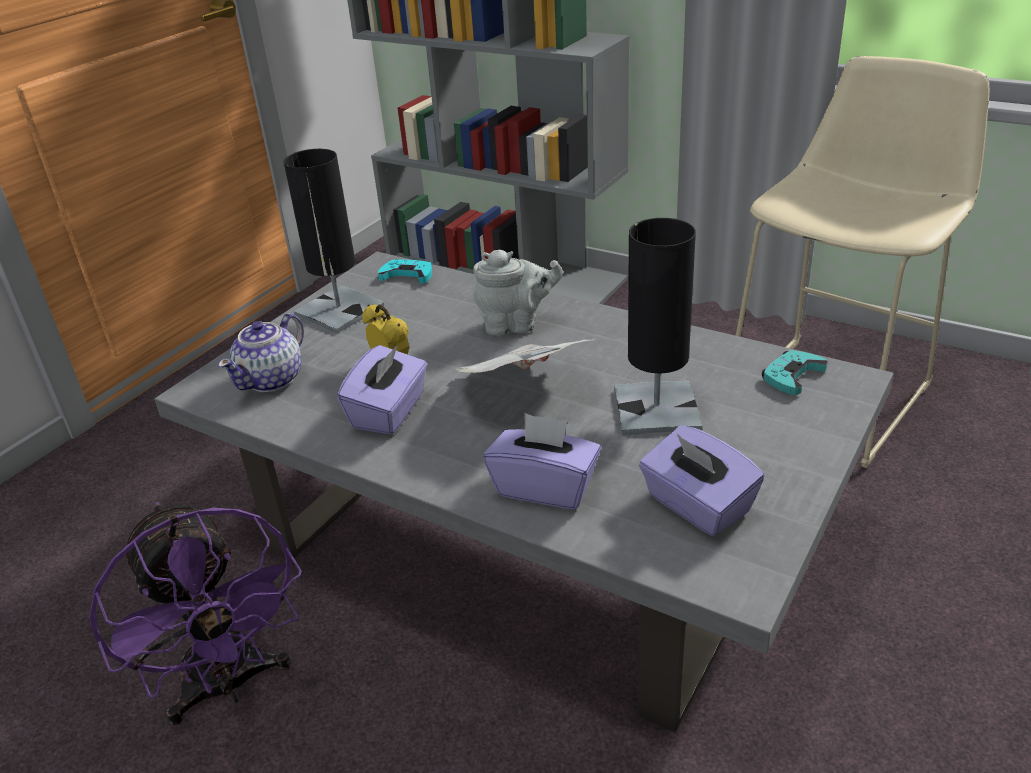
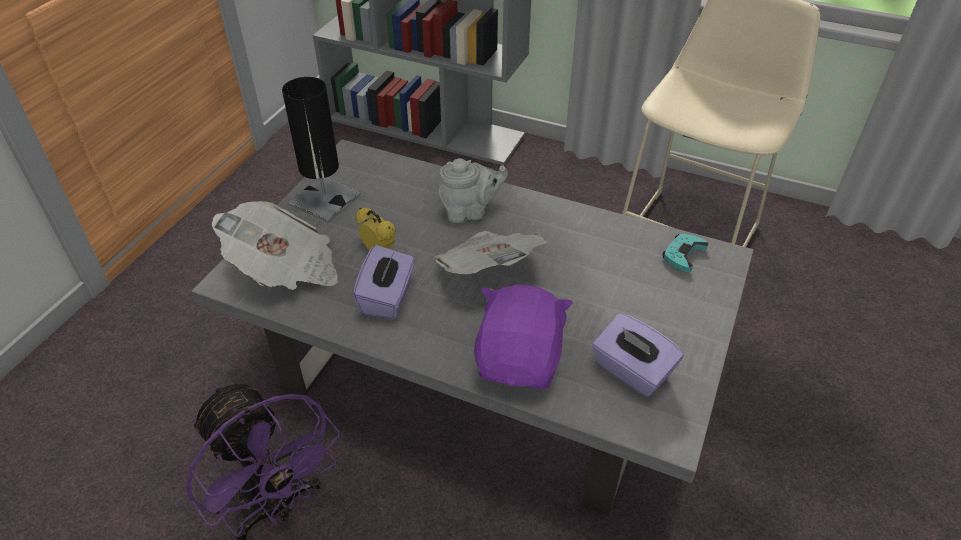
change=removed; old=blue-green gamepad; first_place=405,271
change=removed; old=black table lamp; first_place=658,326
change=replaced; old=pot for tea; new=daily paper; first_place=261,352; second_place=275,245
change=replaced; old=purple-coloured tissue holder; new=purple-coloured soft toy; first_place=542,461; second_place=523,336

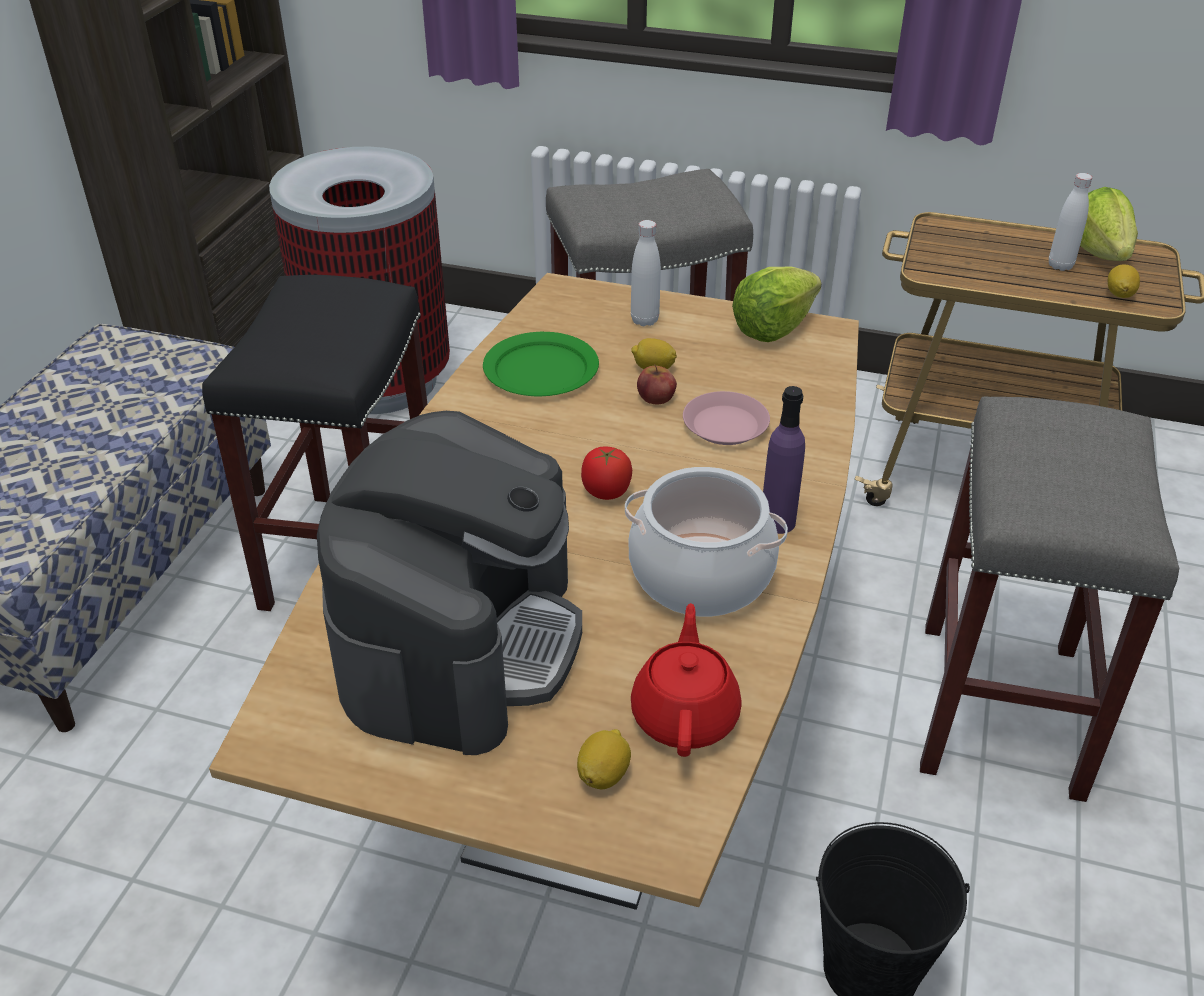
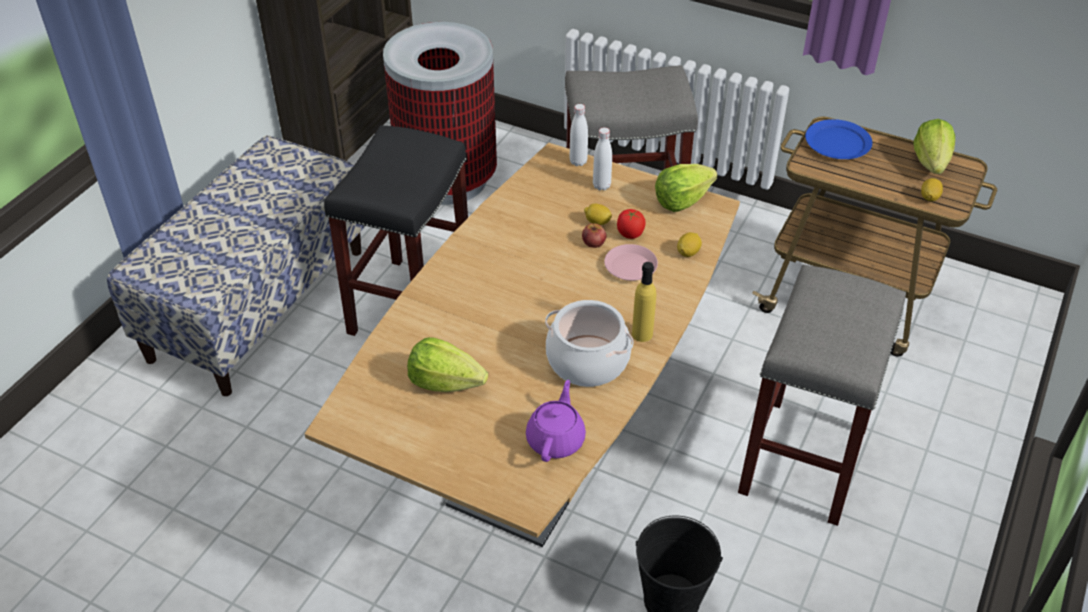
change=removed; old=green flat dish; first_place=541,364
change=added; new=blue-coloured flat dish; second_place=838,139
change=moved; old=lemon; first_place=604,759; second_place=689,244
change=moved; old=tomato; first_place=606,473; second_place=631,224
change=moved; old=white-coloured drink bottle; first_place=1070,222; second_place=579,135
change=replaced; old=coffee brewer; new=lettuce; first_place=449,583; second_place=447,364
change=recoloured; old=red pot for tea; new=purple-coloured pot for tea; first_place=686,680; second_place=556,421
change=recoloured; old=purple-coloured drink bottle; new=yellow-coloured drink bottle; first_place=784,460; second_place=644,302

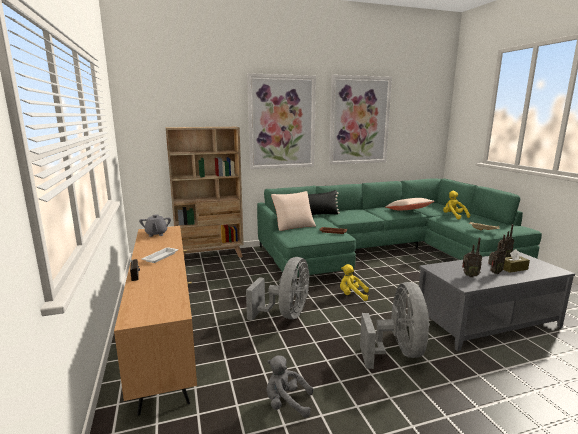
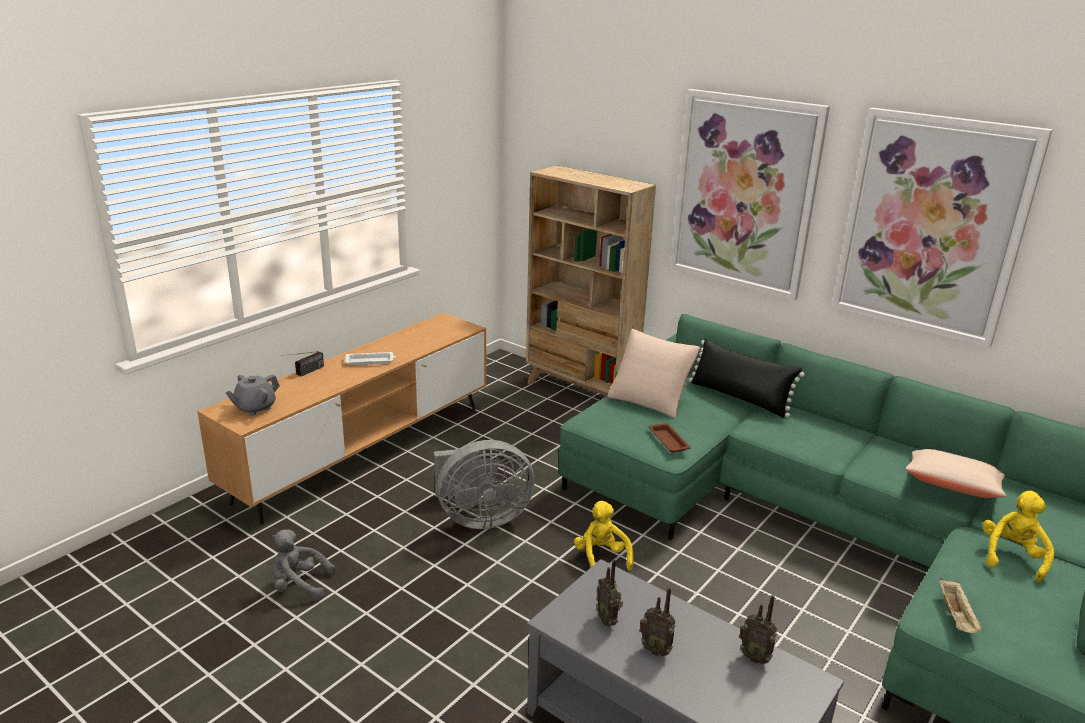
change=removed; old=greyish fan; first_place=395,325
change=removed; old=brown tissue holder; first_place=516,261
change=moved; old=greyish pot for tea; first_place=155,226; second_place=252,395
change=turned; old=greyish soft toy; first_place=289,386; second_place=303,564; degrees=-60

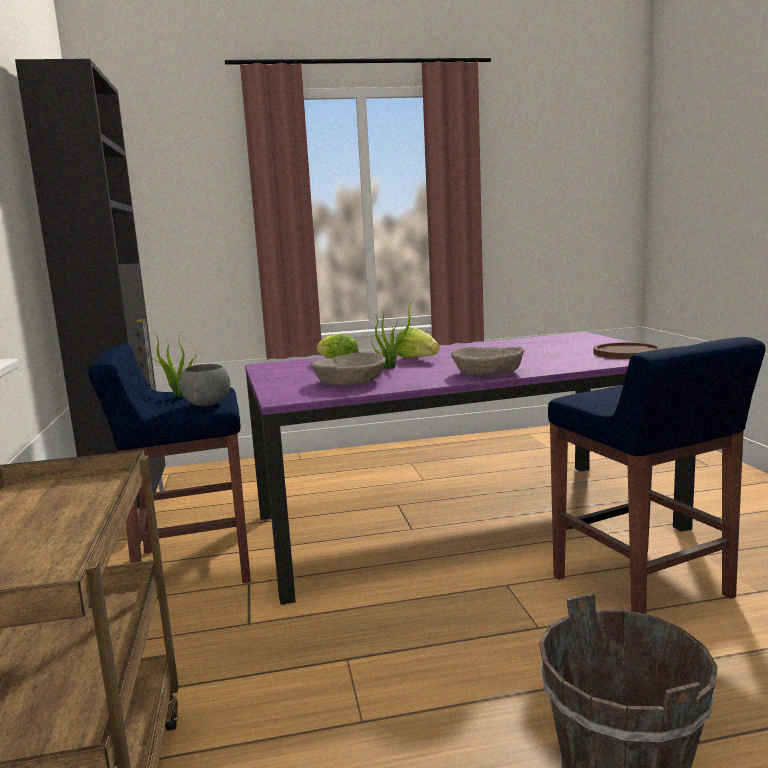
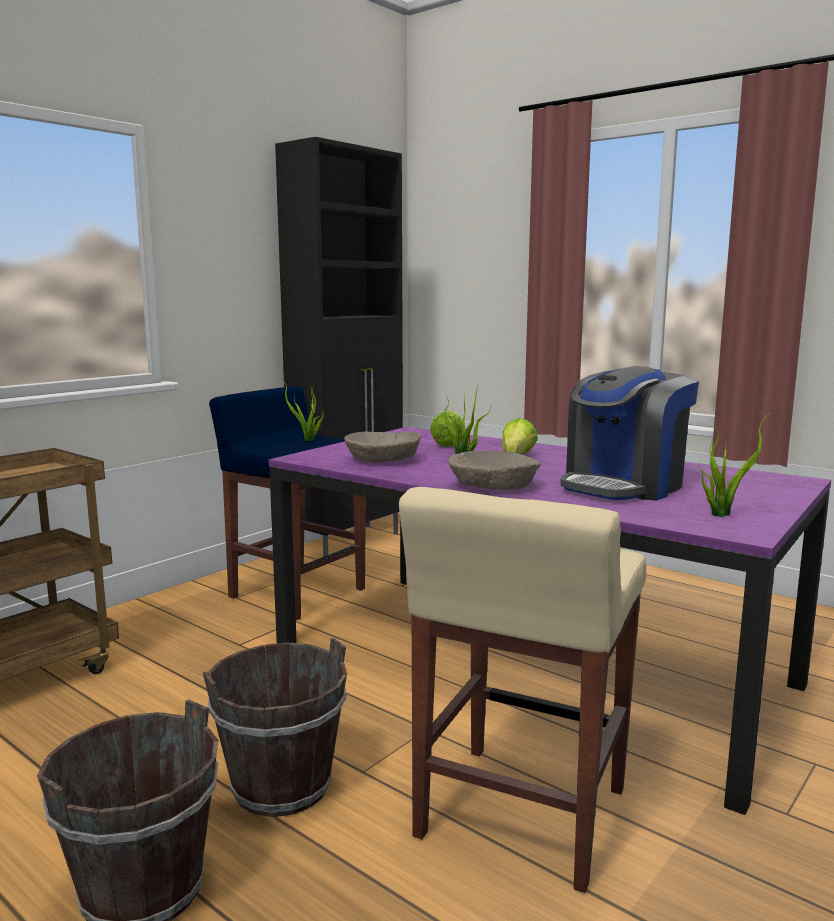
change=removed; old=greyish serving bowl; first_place=204,385
change=added; new=brown water bucket; second_place=275,727
change=added; new=coffee brewer; second_place=629,433
change=replaced; old=brown flat dish; new=potted plant; first_place=627,350; second_place=735,464
change=recoloured; old=blue-coloured sitting stool; new=beige-coloured sitting stool; first_place=657,475; second_place=522,690

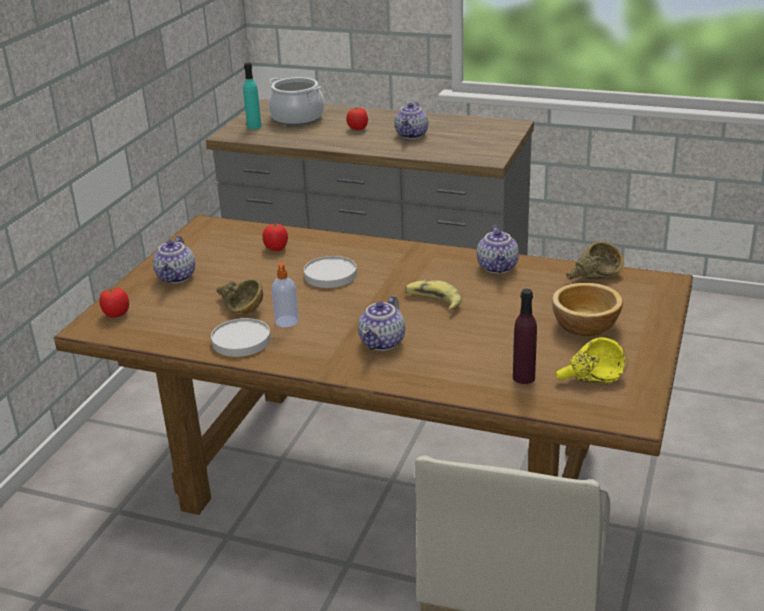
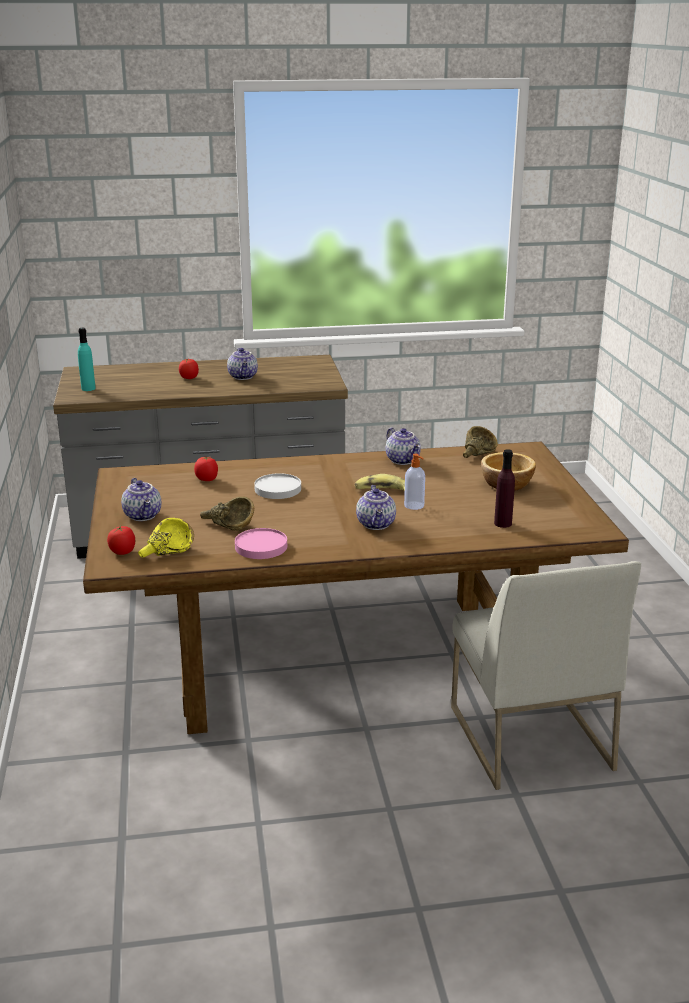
change=removed; old=cooking pot; first_place=296,101
change=moved; old=soap bottle; first_place=285,294; second_place=414,481
change=moved; old=yellow-coloured serving bowl; first_place=591,360; second_place=166,538
change=recoloured; old=white-coloured flat dish; new=pinkish flat dish; first_place=241,337; second_place=261,543

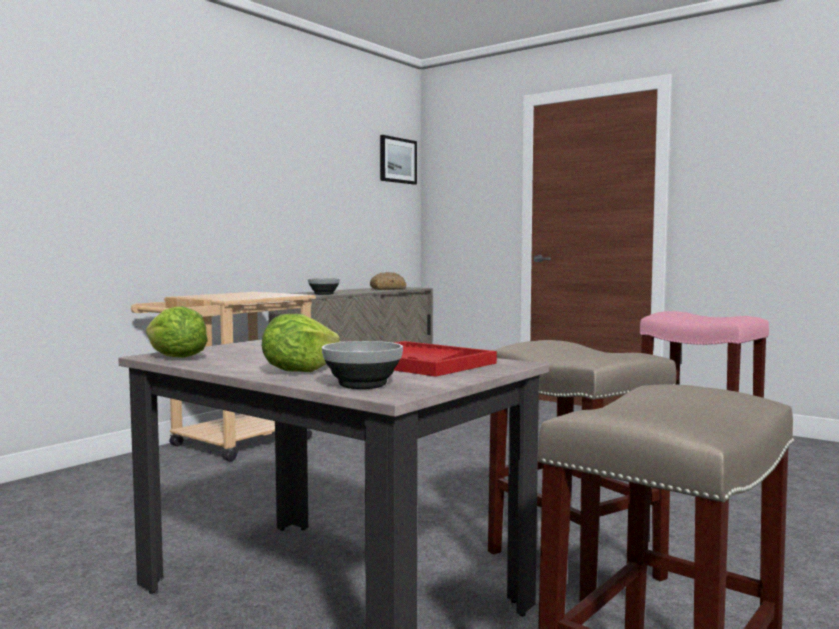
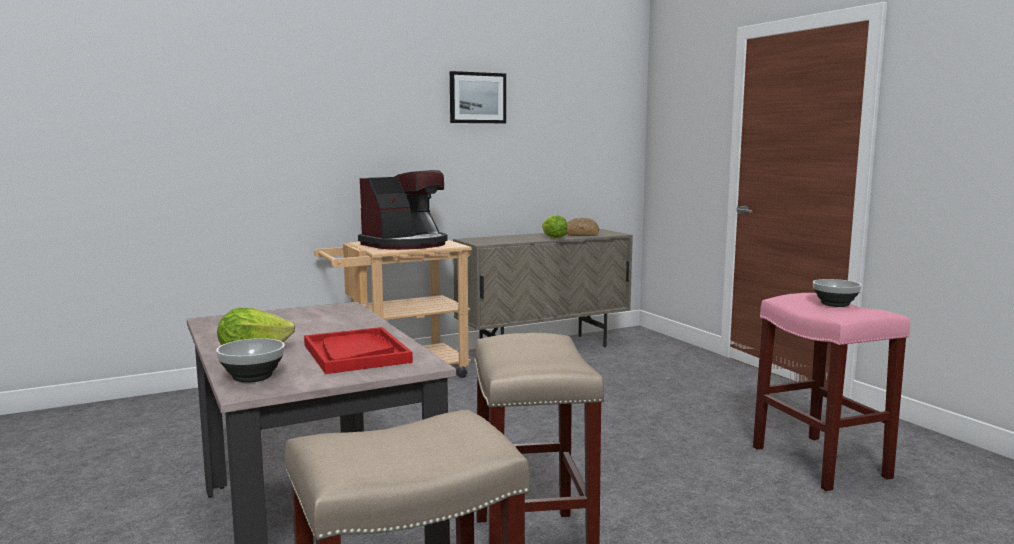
change=added; new=coffee brewer; second_place=402,210
change=moved; old=lettuce; first_place=177,332; second_place=554,226
change=moved; old=serving bowl; first_place=324,286; second_place=837,293
change=moved; old=wall art; first_place=398,159; second_place=478,97

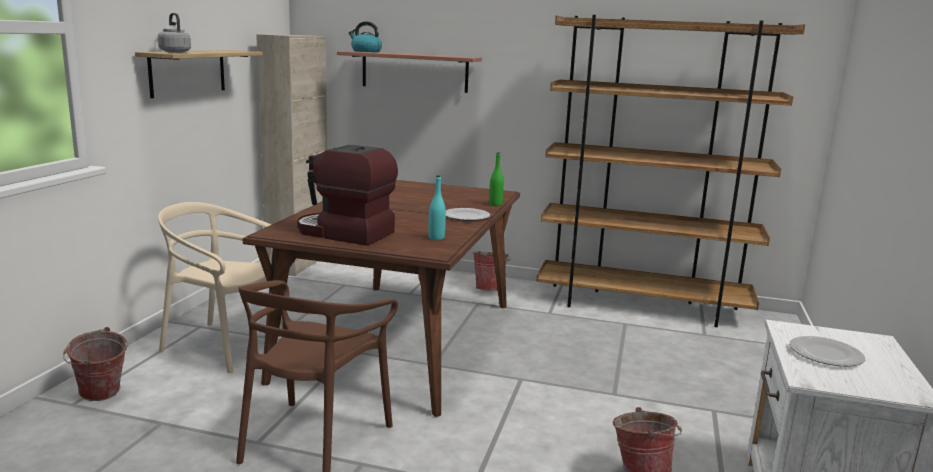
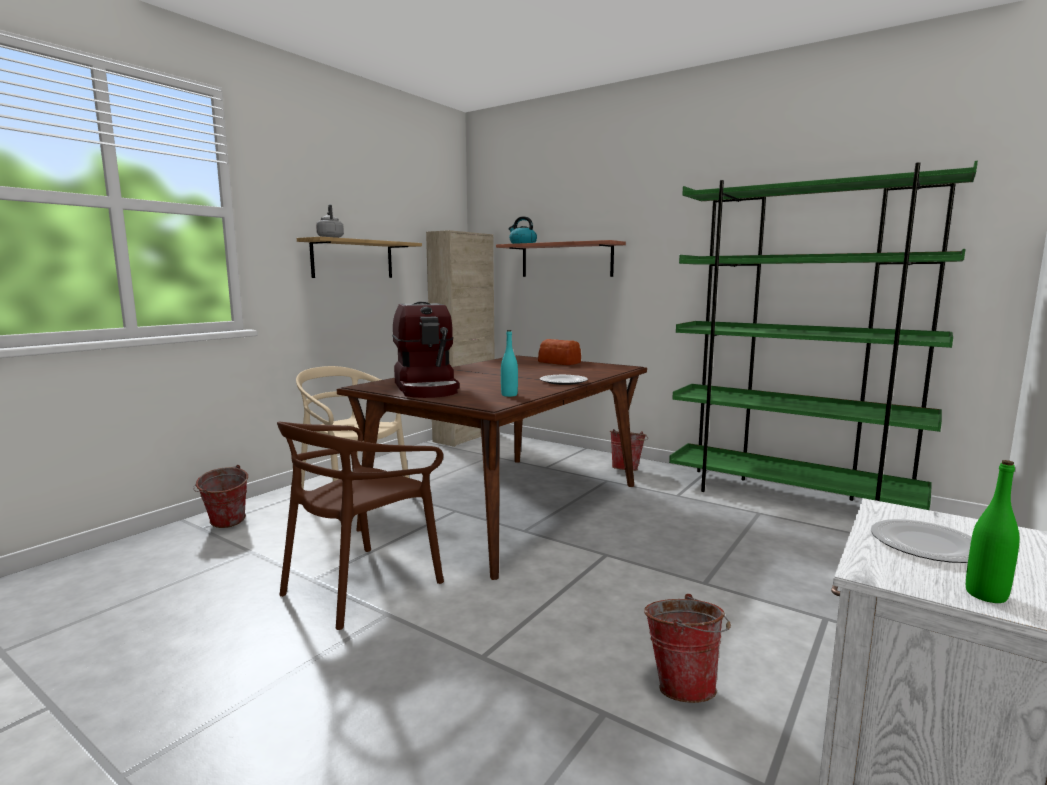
change=added; new=baked bread; second_place=559,352
change=moved; old=green drink bottle; first_place=496,179; second_place=993,531
change=recoloured; old=brown bookshelf; new=green bookshelf; first_place=670,171; second_place=823,335
change=turned; old=coffee brewer; first_place=347,195; second_place=426,350; degrees=-150

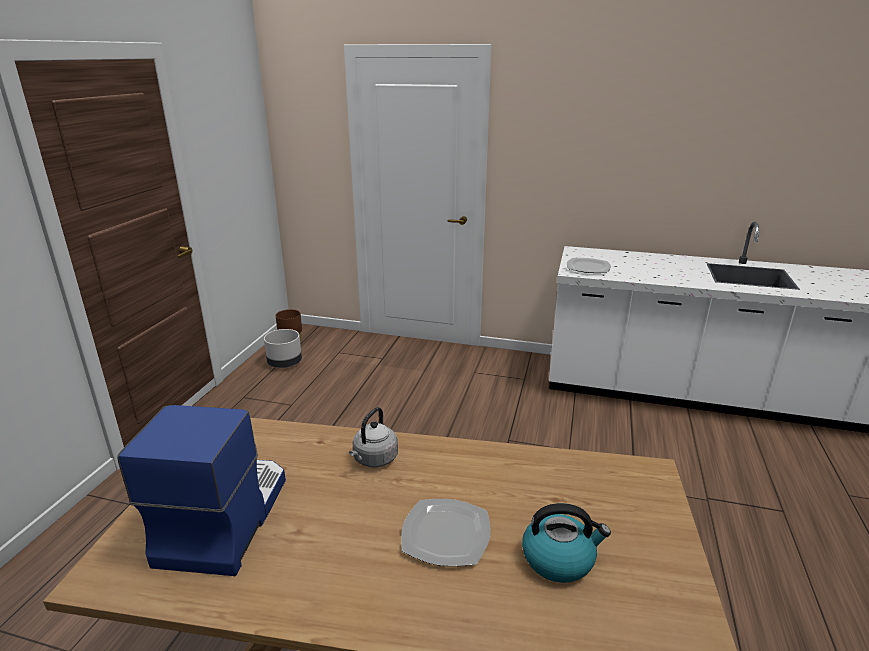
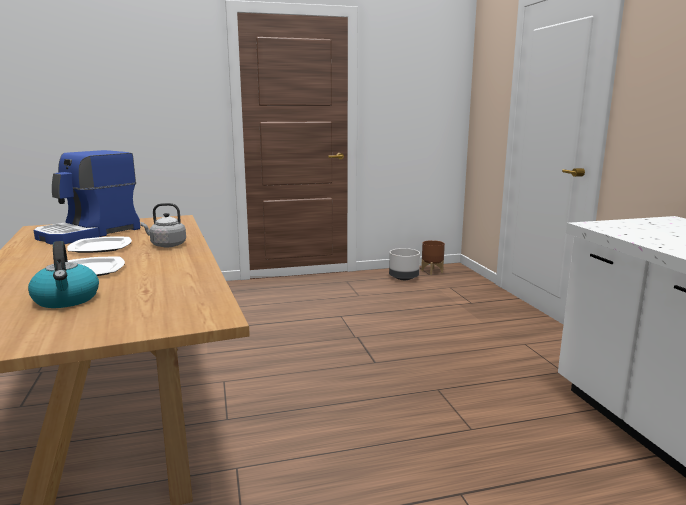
change=moved; old=flat dish; first_place=589,265; second_place=99,245
change=turned; old=coffee brewer; first_place=201,490; second_place=87,197; degrees=150

